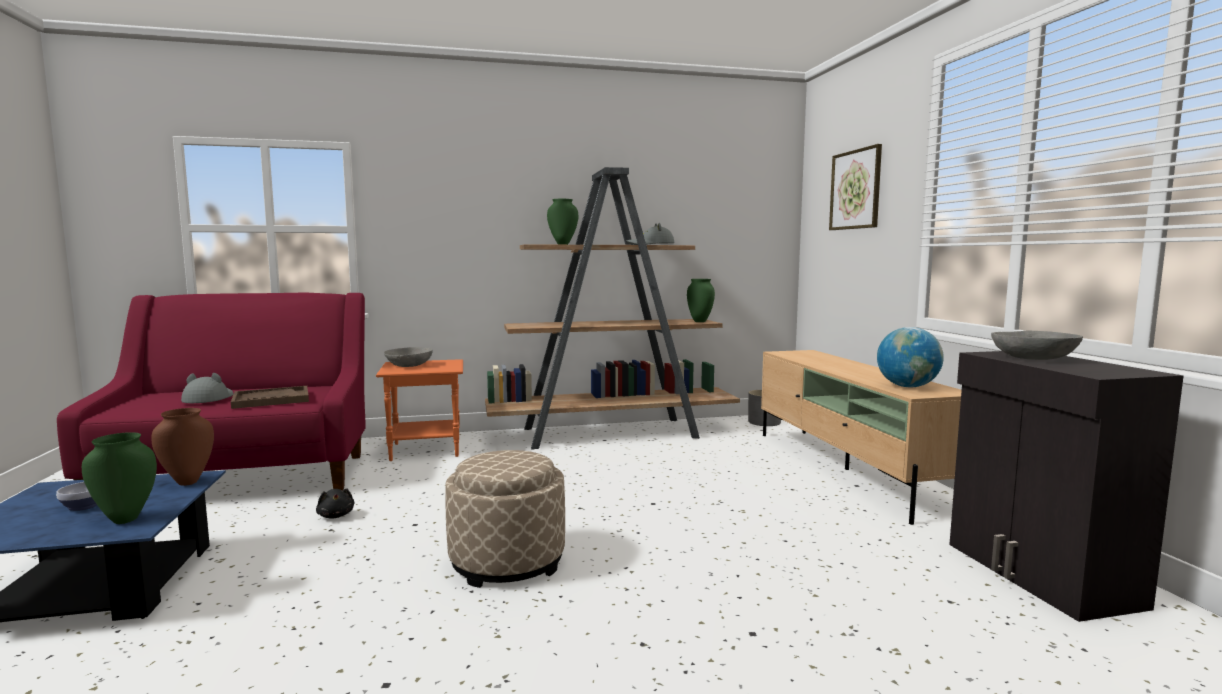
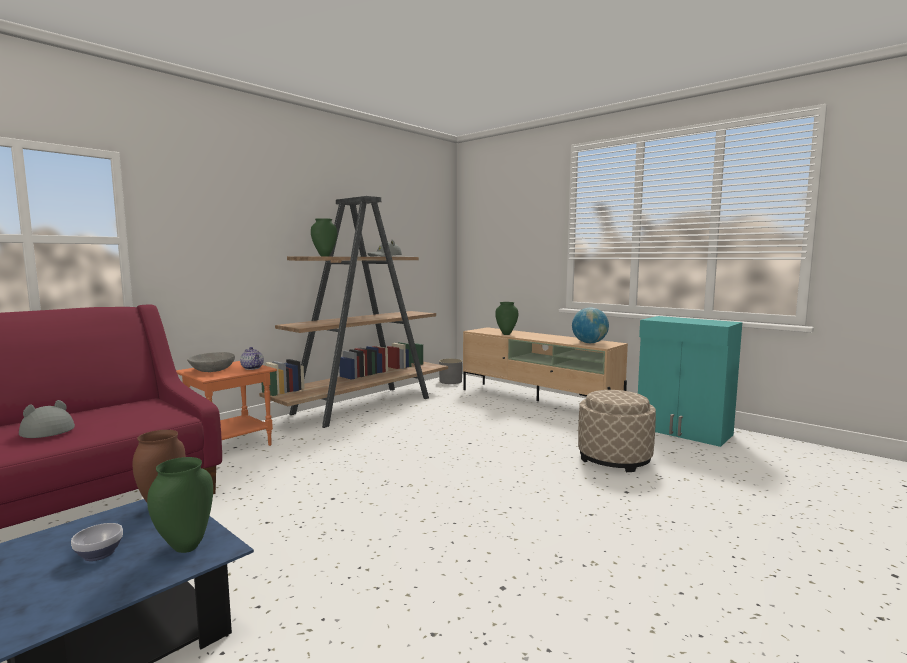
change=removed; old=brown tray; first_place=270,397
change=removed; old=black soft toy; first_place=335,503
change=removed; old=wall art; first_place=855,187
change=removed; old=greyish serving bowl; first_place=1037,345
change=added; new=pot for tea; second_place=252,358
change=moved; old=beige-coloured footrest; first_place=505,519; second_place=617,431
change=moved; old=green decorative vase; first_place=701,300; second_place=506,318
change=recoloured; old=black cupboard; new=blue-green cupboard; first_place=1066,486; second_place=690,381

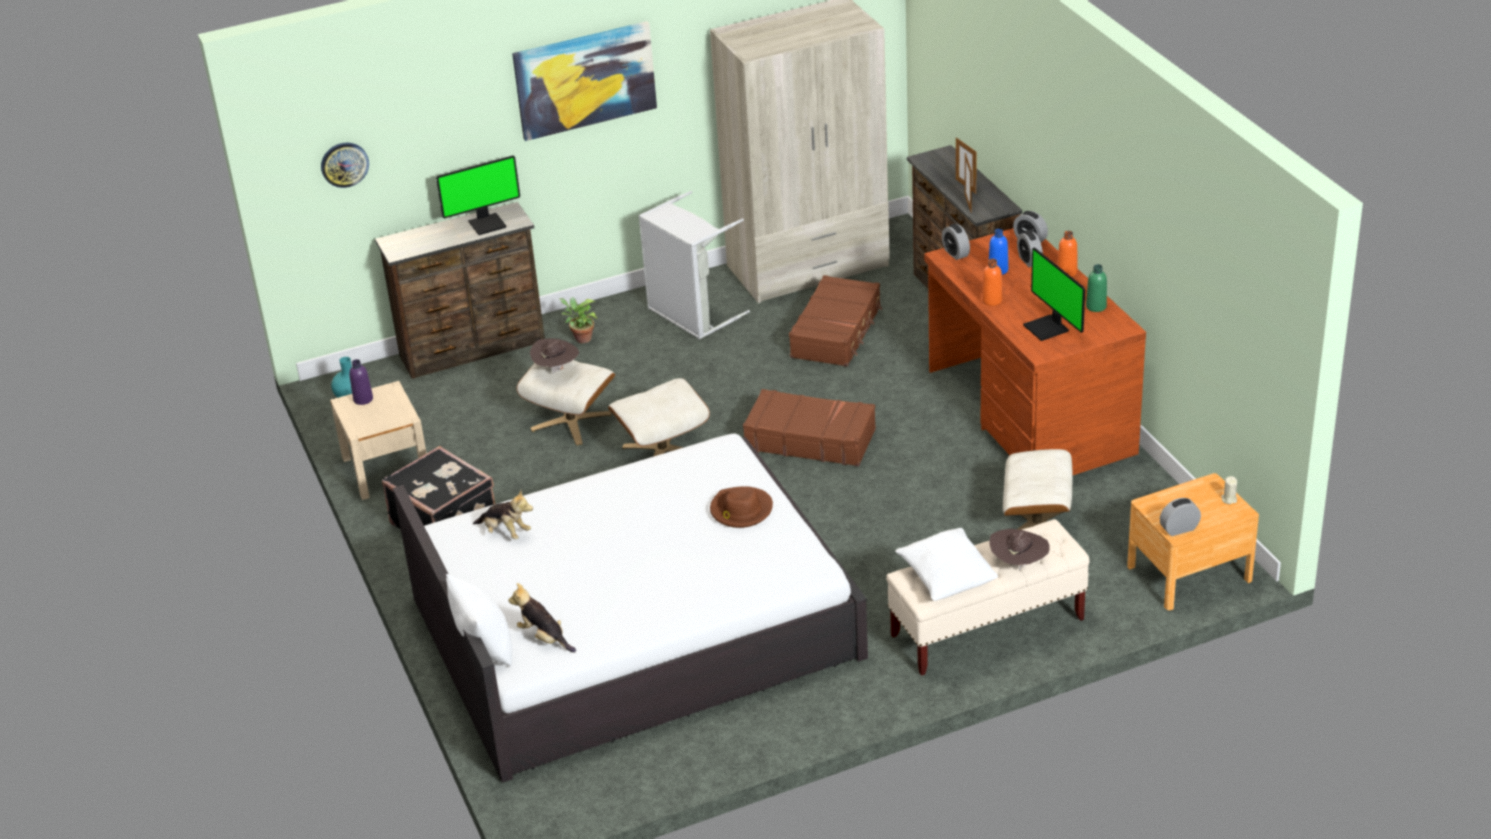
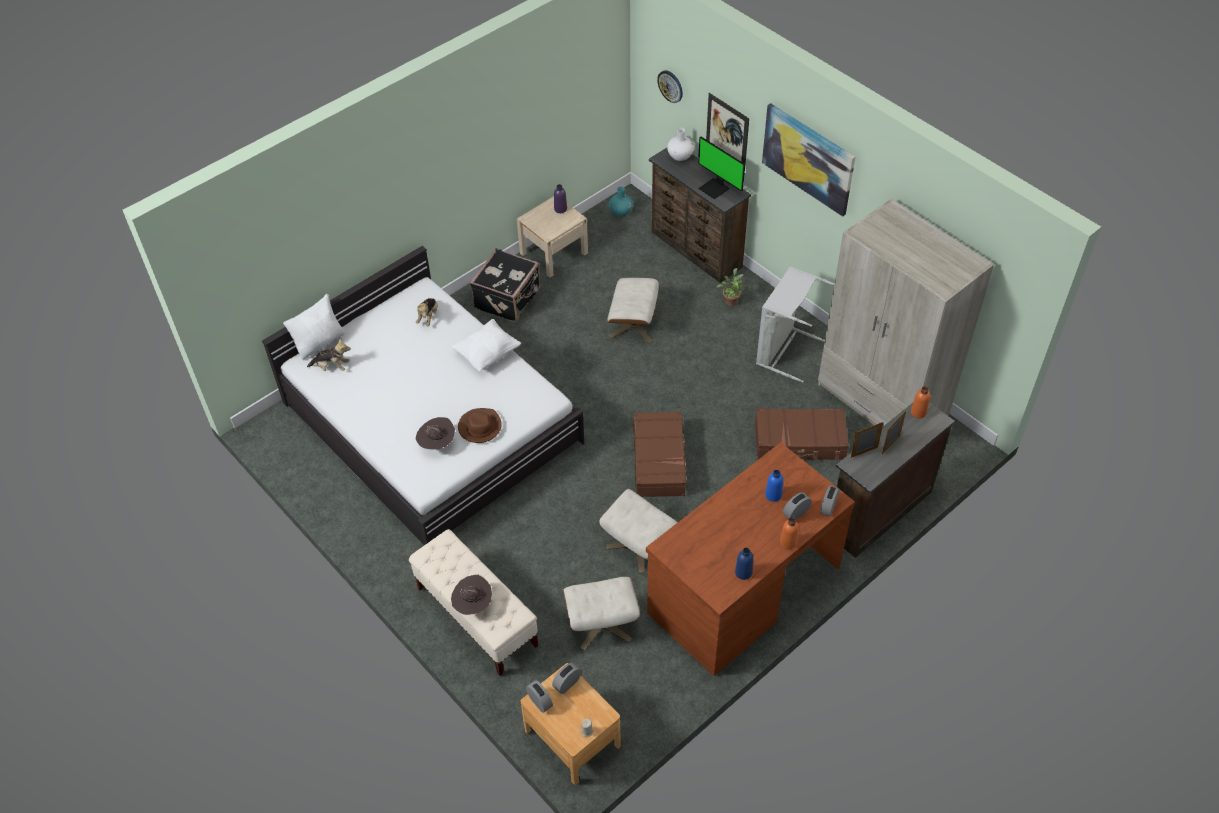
change=removed; old=computer screen; first_place=1054,294
change=added; new=white-coloured decorative vase; second_place=680,144
change=added; new=wall art; second_place=727,128
change=moved; old=brown clothing hat; first_place=554,356; second_place=435,433
change=moved; old=beige-coloured footrest; first_place=659,417; second_place=638,531
change=moved; old=white-coloured pillow; first_place=946,564; second_place=485,345
change=moved; old=alarm clock; first_place=956,242; second_place=567,678
change=moved; old=orange drink bottle; first_place=992,282; second_place=920,402
change=recoloured; old=green drink bottle; new=blue-coloured drink bottle; first_place=1096,288; second_place=744,564
change=turned; old=soft toy; first_place=542,617; second_place=329,355; degrees=75

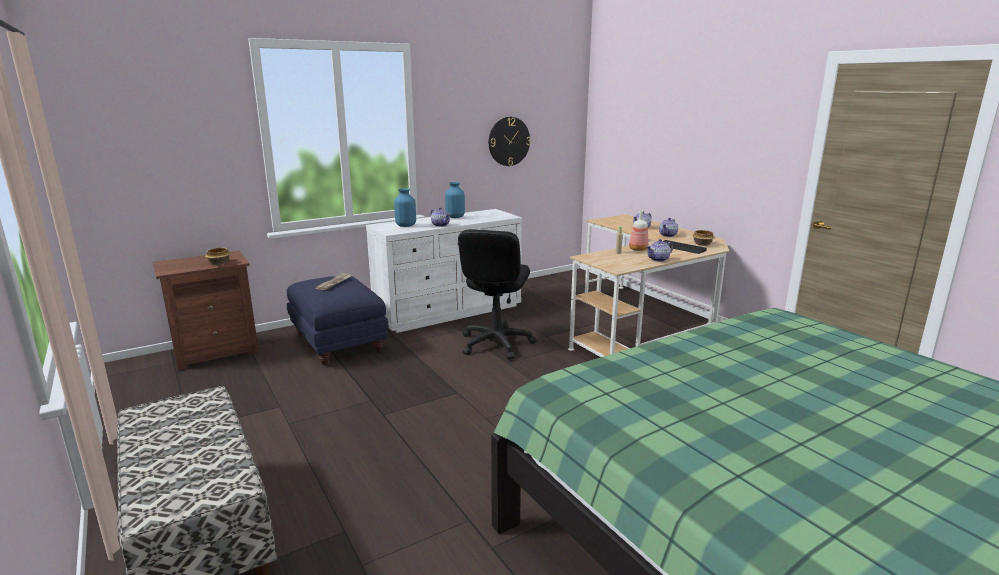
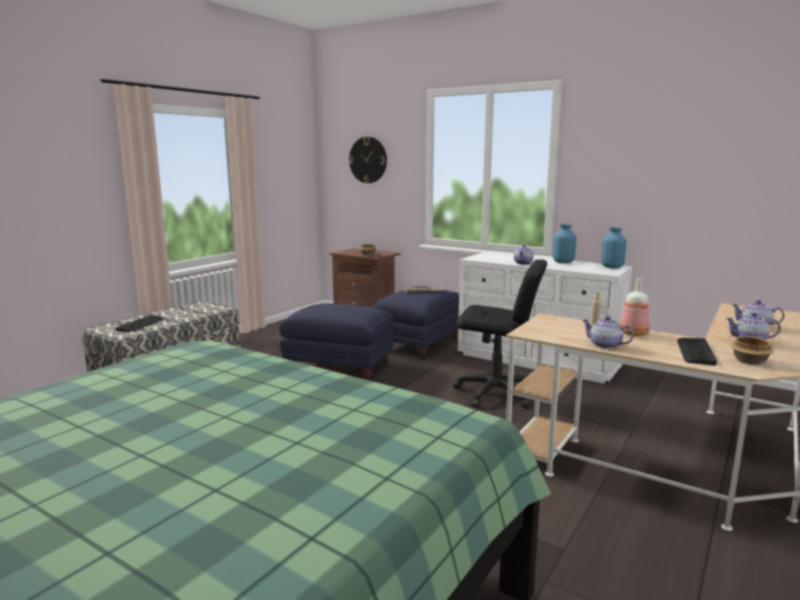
change=added; new=computer keyboard; second_place=140,323
change=added; new=blue-coloured footrest; second_place=336,342
change=moved; old=blue-coloured decorative vase; first_place=405,207; second_place=613,247
change=moved; old=wall clock; first_place=510,141; second_place=367,160
change=turned; old=black office chair; first_place=497,294; second_place=500,333; degrees=-150

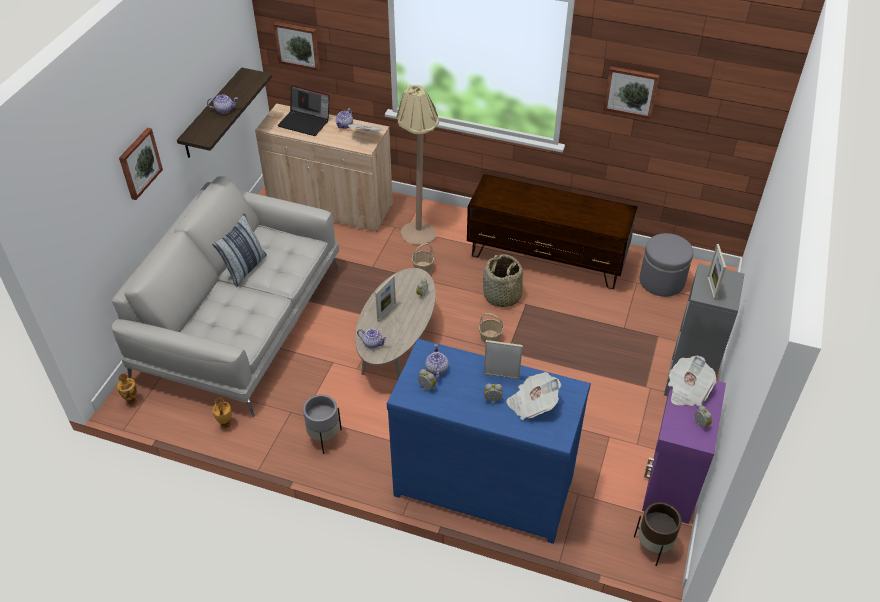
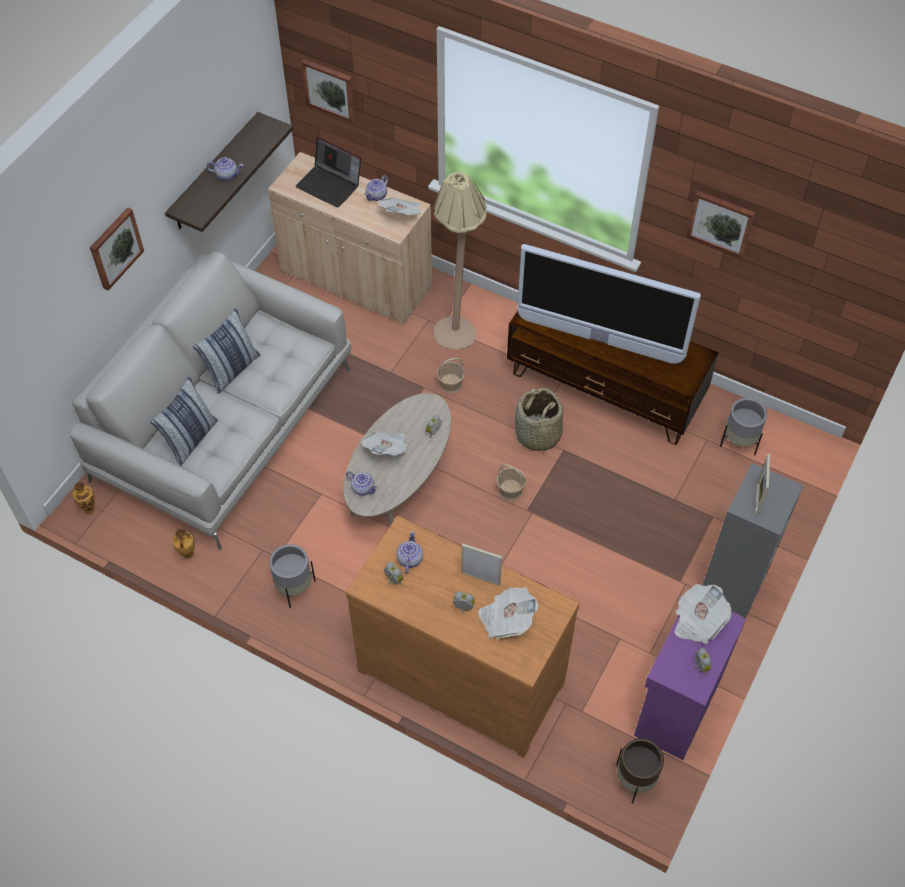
change=added; new=pillow; second_place=184,420
change=added; new=TV set; second_place=609,304
change=replaced; old=standing frame; new=daily paper; first_place=385,298; second_place=384,443
change=replaced; old=greyish footrest; new=greyish plant pot; first_place=666,265; second_place=743,427
change=recoloured; old=blue-coloured drawer chest; new=brown drawer chest; first_place=489,441; second_place=463,637

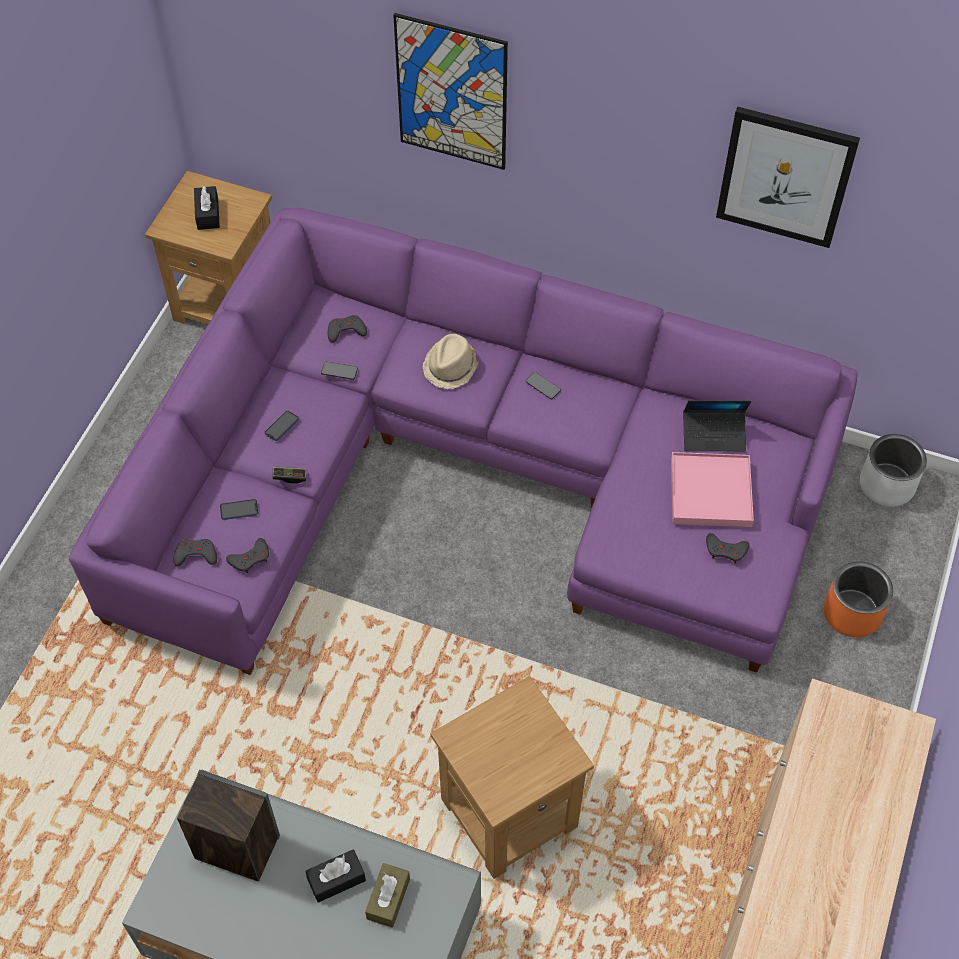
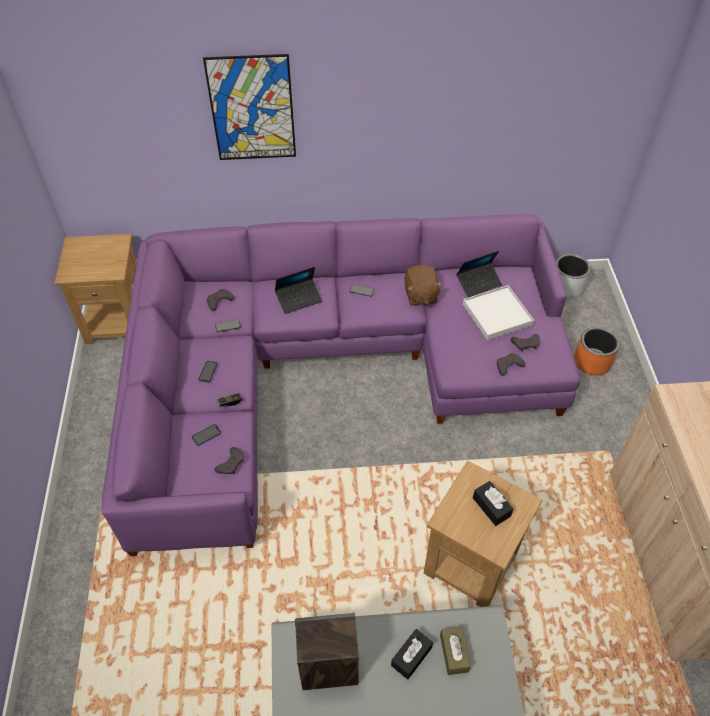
change=removed; old=wall art; first_place=788,177
change=added; new=brown soft toy; second_place=423,285
change=moved; old=greyish gamepad; first_place=195,552; second_place=511,364
change=moved; old=black tissue holder; first_place=207,208; second_place=493,503
change=replaced; old=beige-coloured clothing hat; new=portable computer; first_place=450,361; second_place=298,290
change=recoloured; old=pinkish tray; new=white-coloured tray; first_place=712,489; second_place=498,312

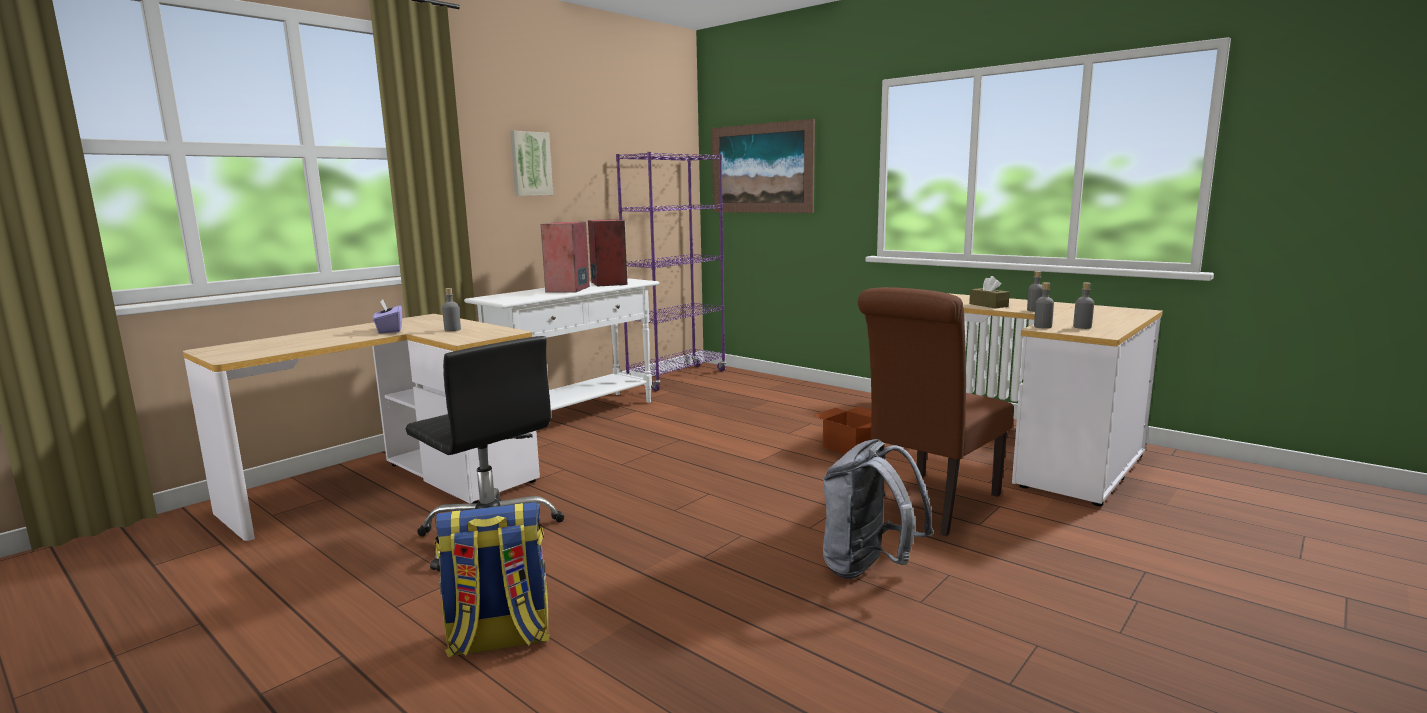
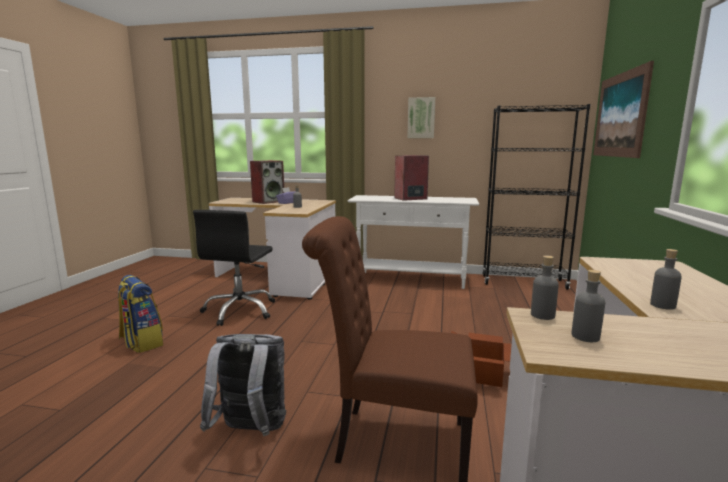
change=removed; old=brown tissue holder; first_place=989,292
change=moved; old=audio speaker; first_place=607,253; second_place=267,182
change=recoloured; old=purple-coloured bookshelf; new=black bookshelf; first_place=671,271; second_place=536,197

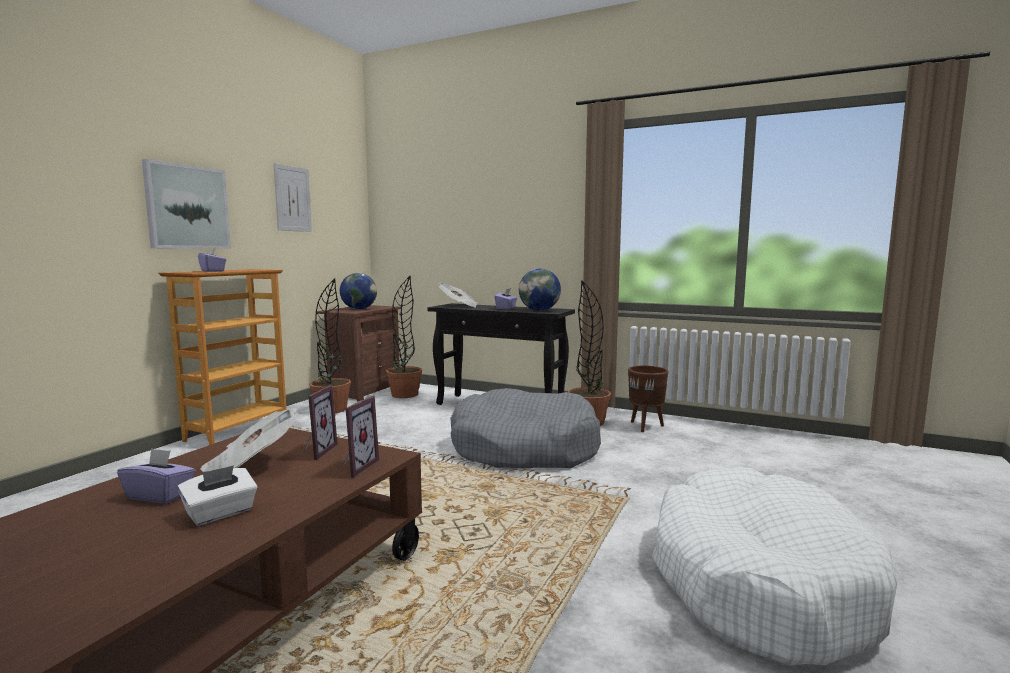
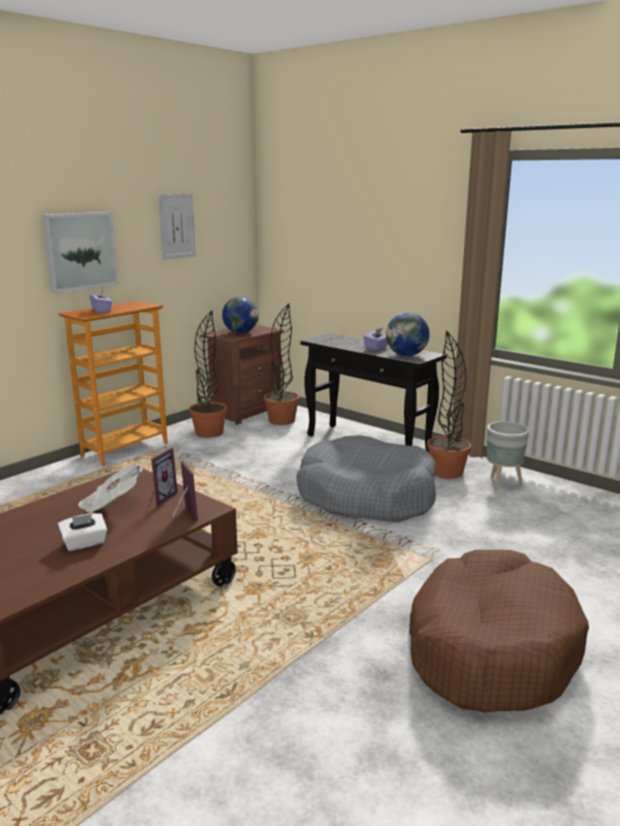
change=removed; old=purple-coloured tissue holder; first_place=156,475
change=removed; old=daily paper; first_place=458,295
change=recoloured; old=brown plant pot; new=greyish plant pot; first_place=648,399; second_place=508,456
change=recoloured; old=white-coloured dog cushion; new=brown dog cushion; first_place=774,566; second_place=499,631
change=turned; old=standing frame; first_place=361,436; second_place=185,491; degrees=-60

